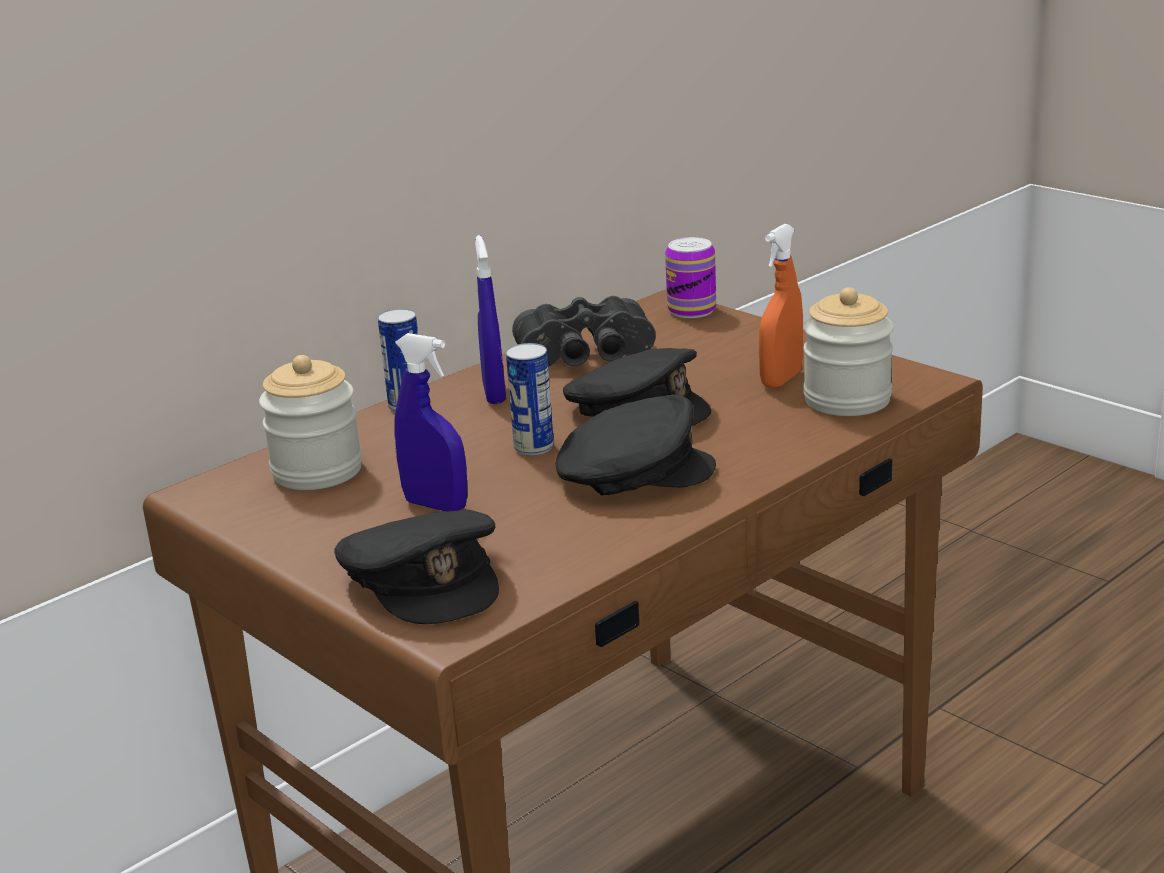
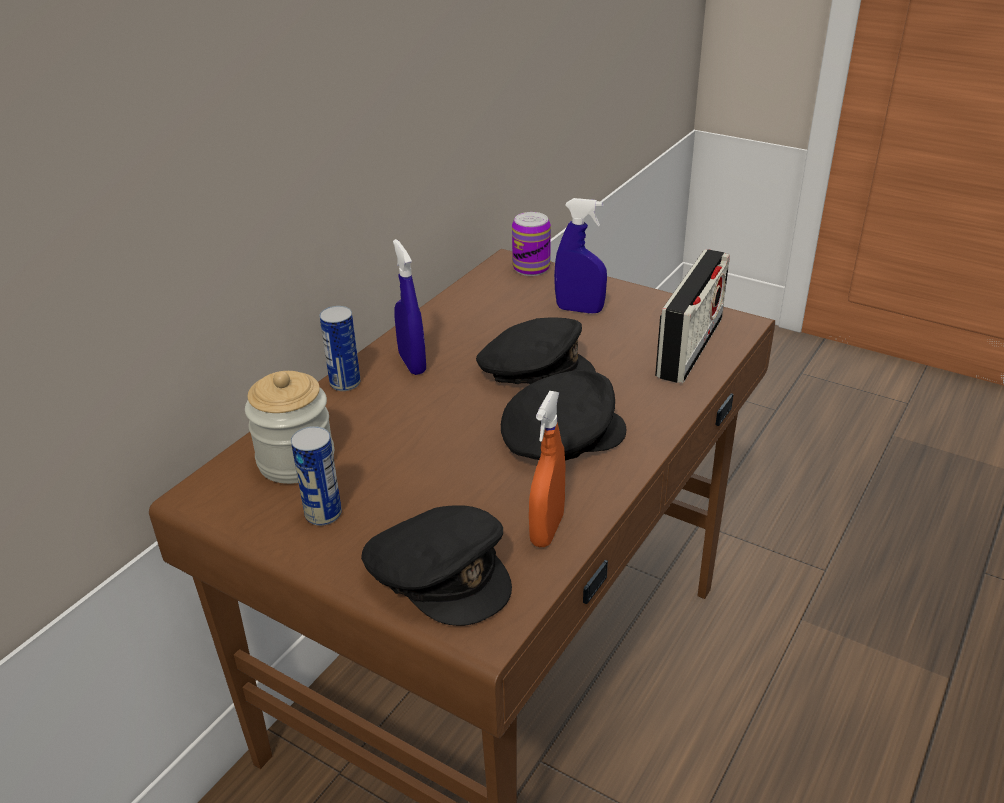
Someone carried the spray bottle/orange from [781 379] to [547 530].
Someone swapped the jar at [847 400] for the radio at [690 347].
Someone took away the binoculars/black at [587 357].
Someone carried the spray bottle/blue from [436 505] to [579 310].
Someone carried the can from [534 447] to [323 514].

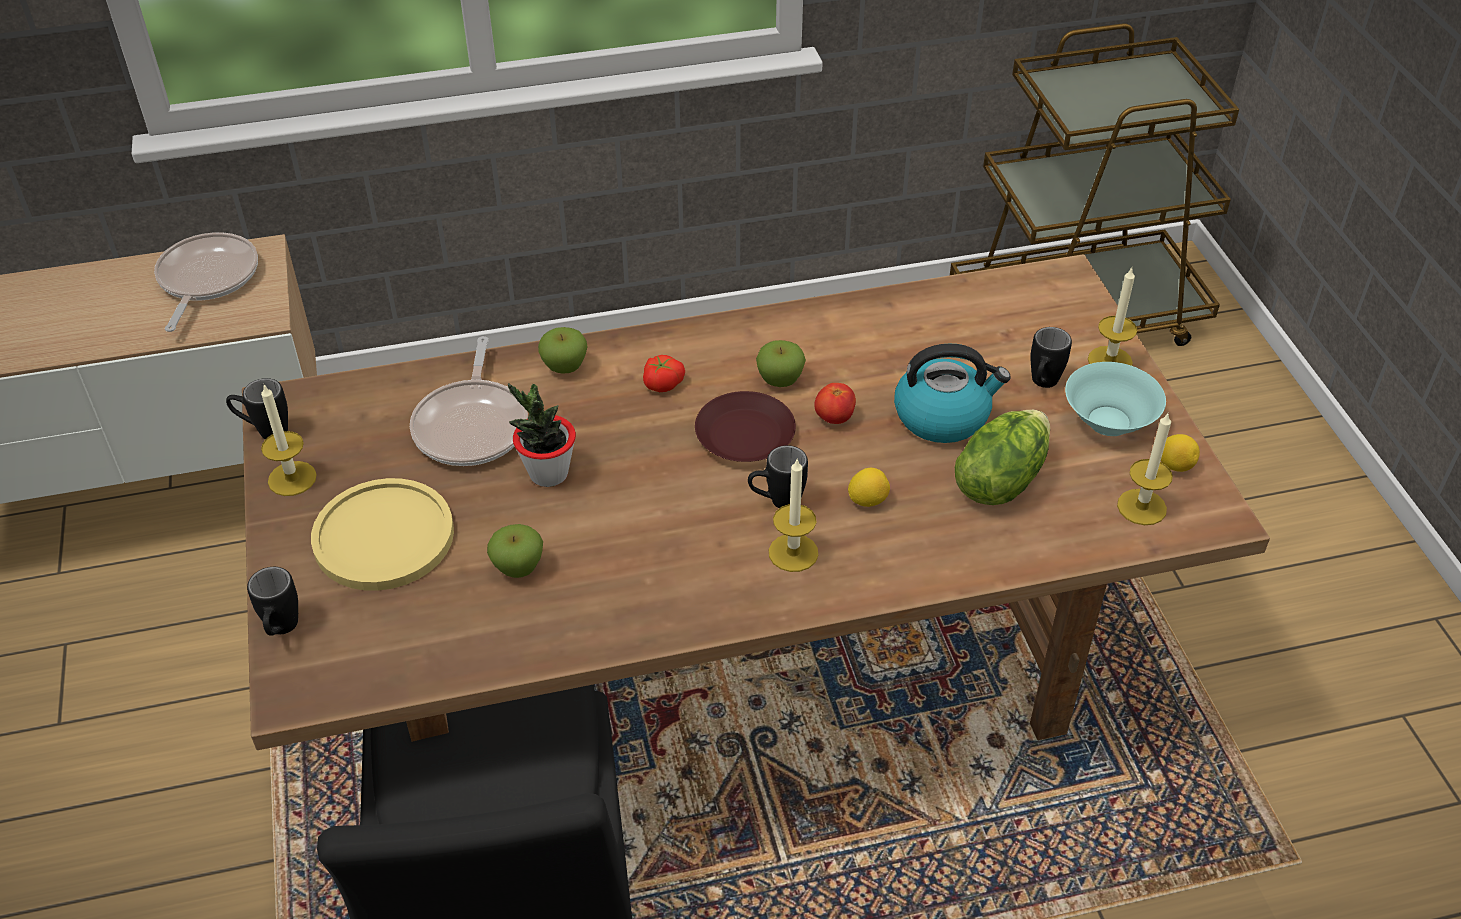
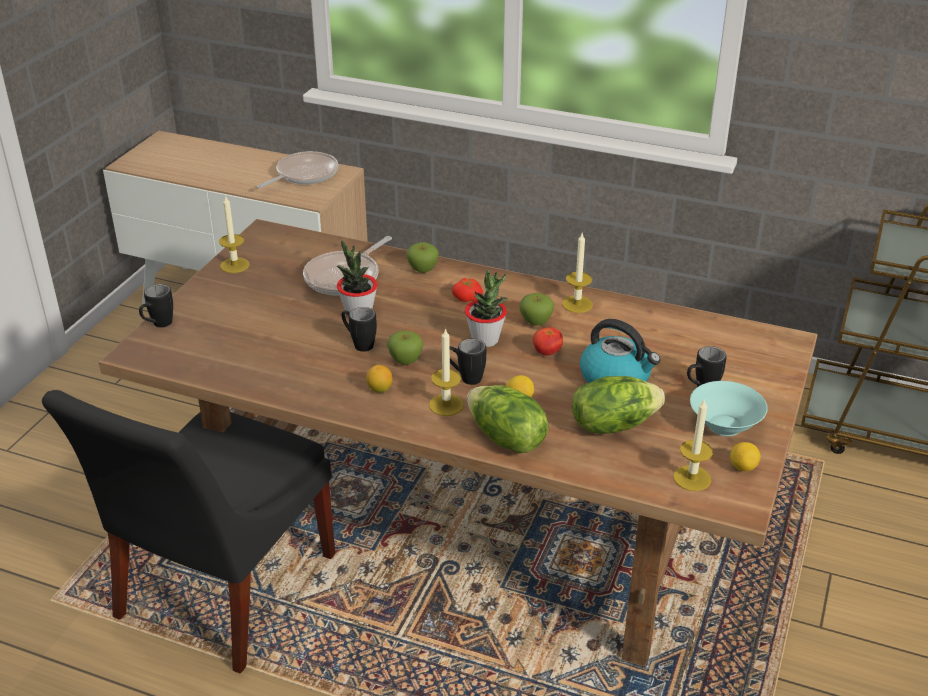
Someone carried the candle from [1110 361] to [577 304].
Someone carried the mug/black from [264 431] to [359 344].
Someone swapped the plate/brown at [746 435] for the potted plant at [485 340].
Someone took away the plate/yellow at [383 537].
Someone carried the apple from [518 568] to [405 361].
Someone put down the lemon at [380 389].
Someone put down the lettuce at [505 439].

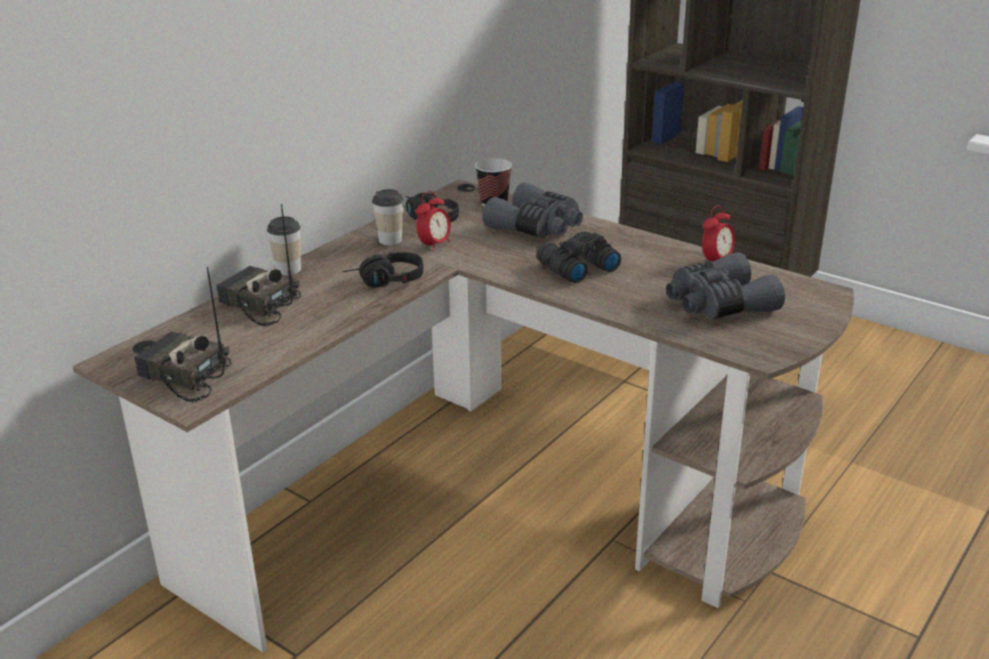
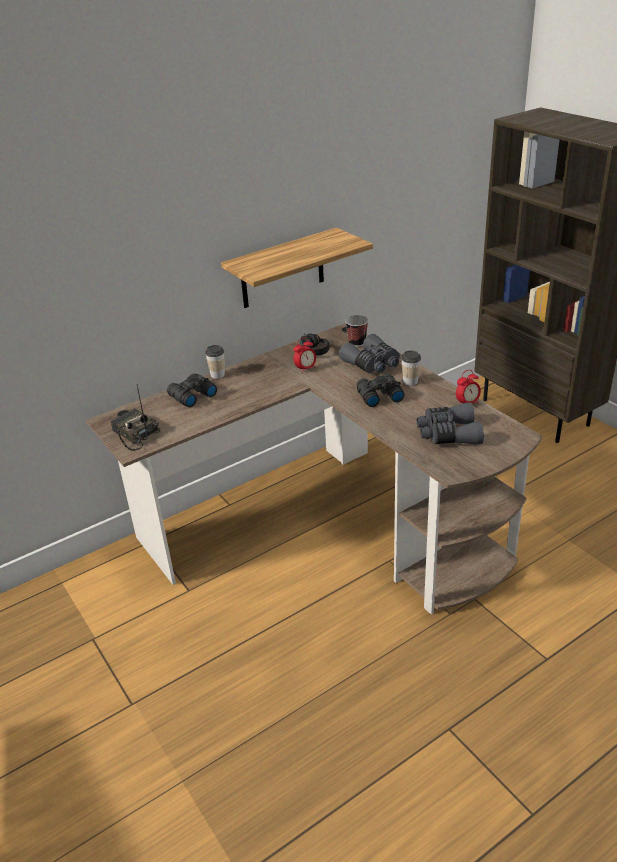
Someone carried the cup from [390 240] to [410 381].
Someone swapped the radio at [259 304] for the binoculars/black at [191 396].
Someone took away the headphones/black at [384 282].
Someone put up the shelf at [282 269].

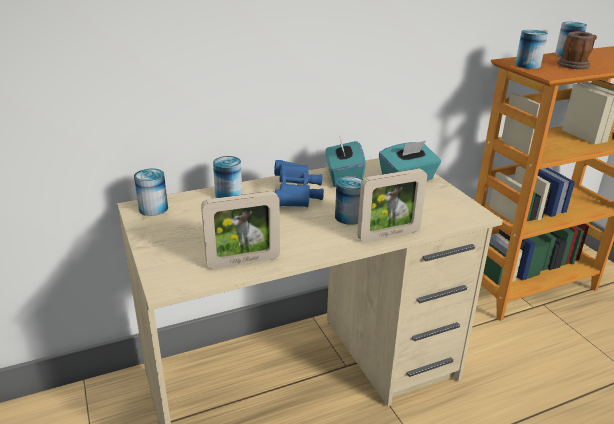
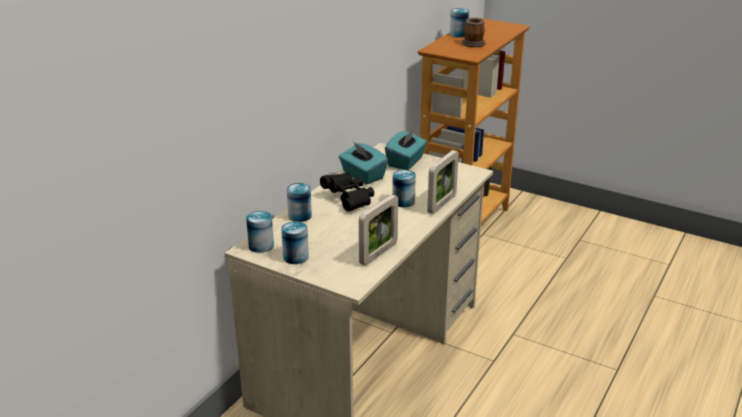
Someone carried the can from [527 65] to [296 257].
Someone repainted the binoculars/blue at [296 196], which became the binoculars/black at [349 200].

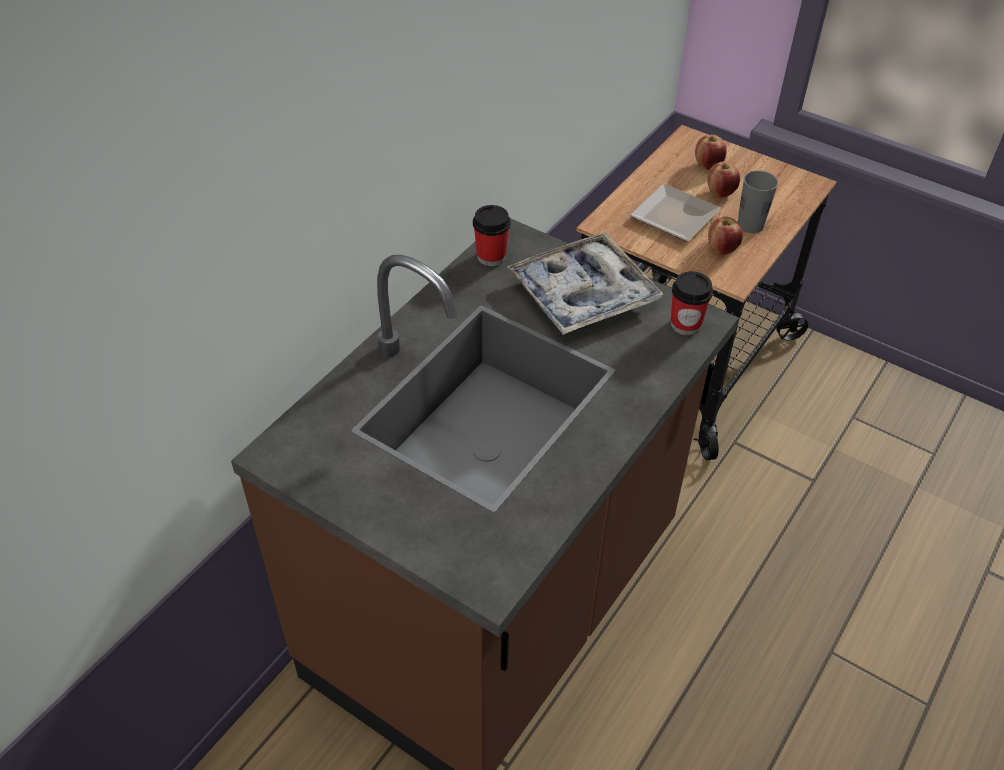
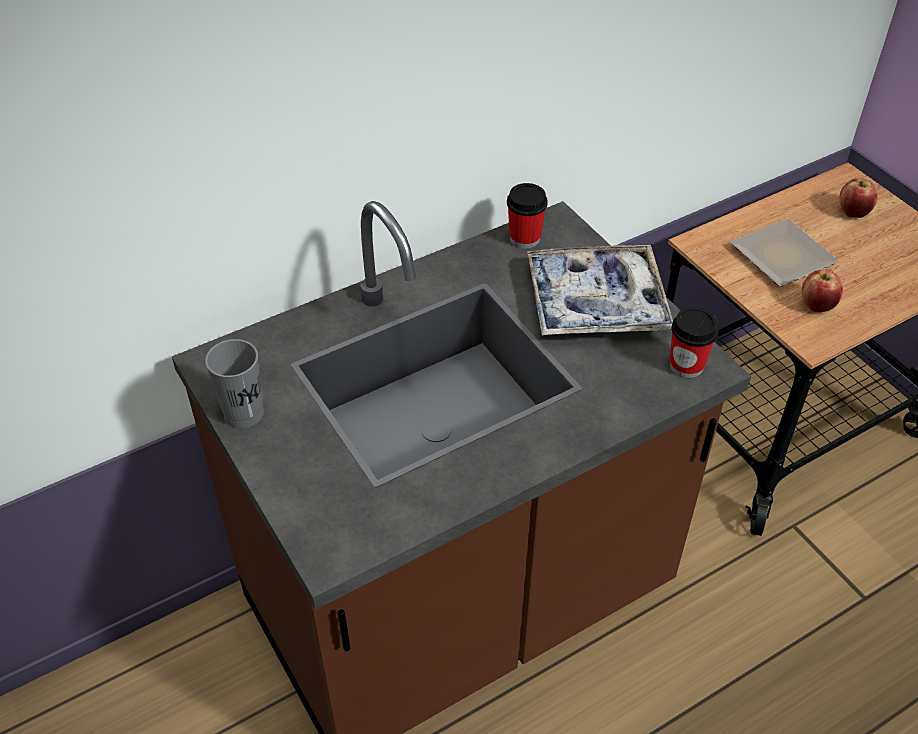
Someone took away the apple at [720 193].
Someone carried the cup/grey from [750 225] to [244 413].

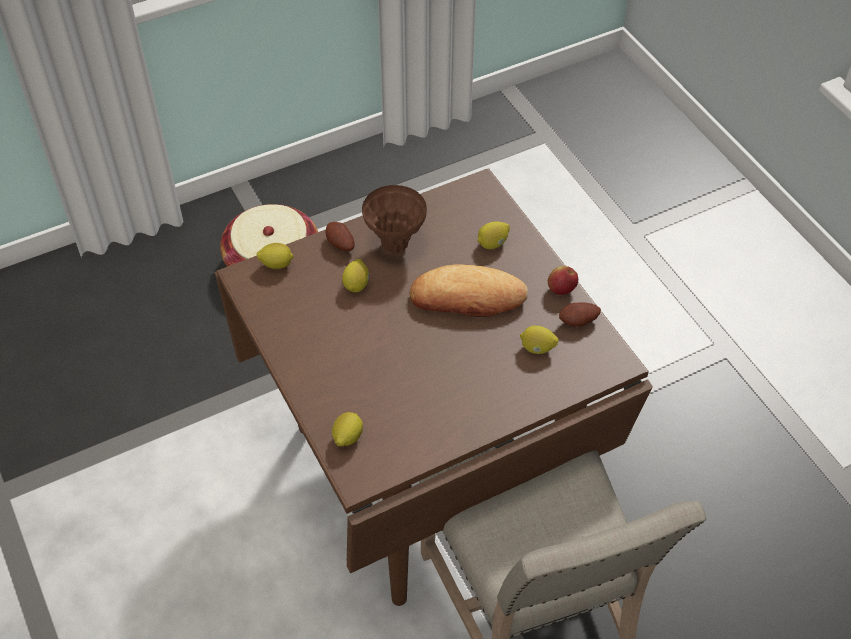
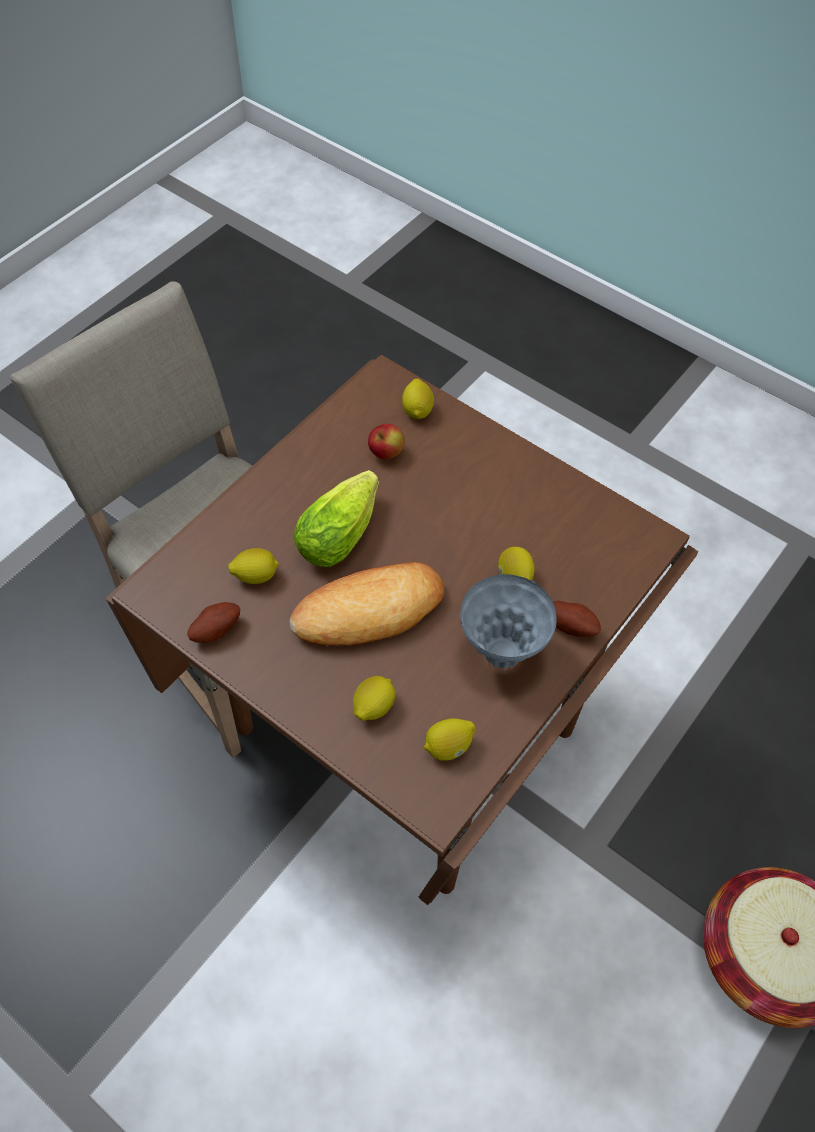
Someone repainted the vase/brown at [395 245], which became the vase/grey at [501 653].
Someone carried the lemon from [277 264] to [448 747].
Someone carried the apple from [561 289] to [386 453].
Someone put down the lettuce at [342 531].

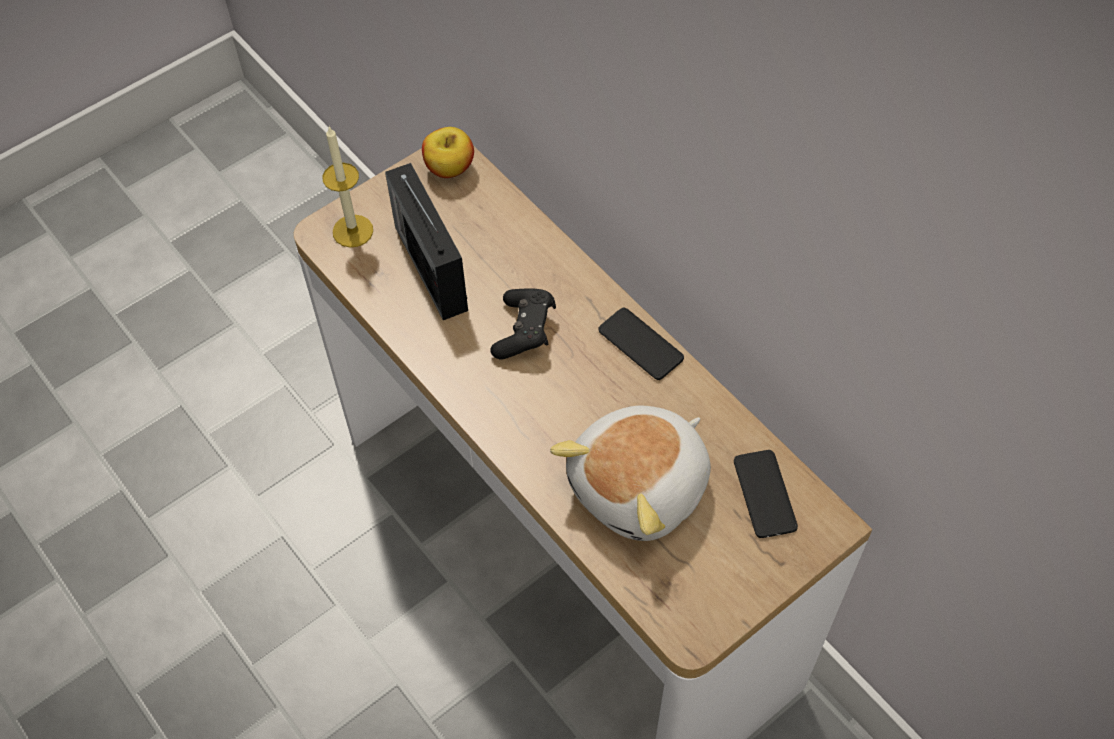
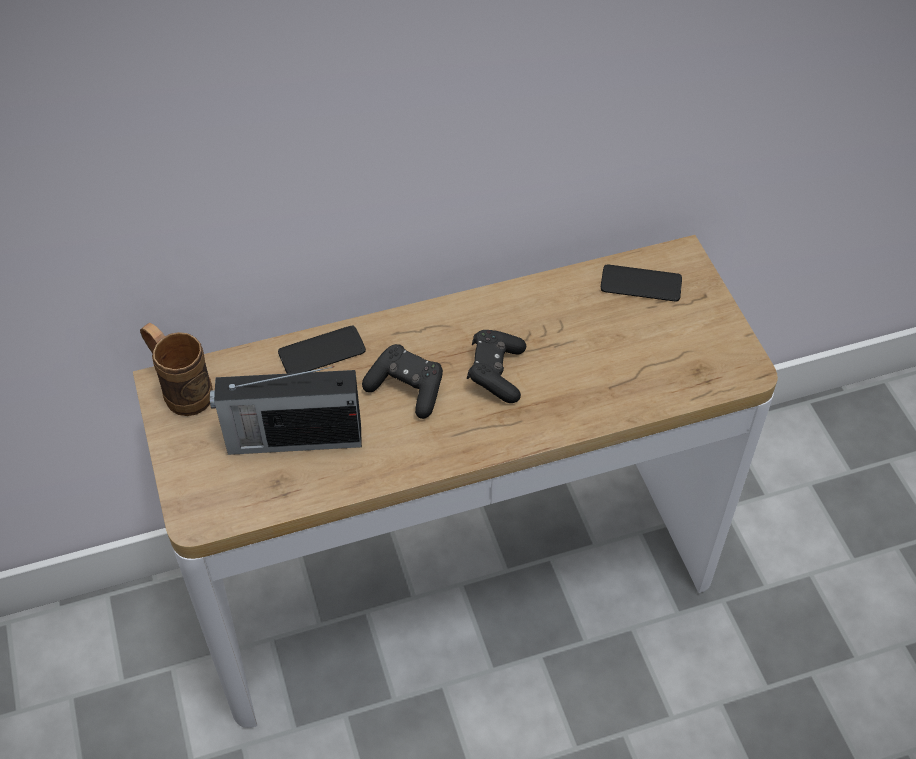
Someone took away the candle at [353 231].
Someone swapped the apple at [449 168] for the mug/brown at [181 390].
Someone carried the phone from [640 344] to [322 352].
Someone took away the plush toy at [641 488].
Someone put down the game controller/black at [496 373].

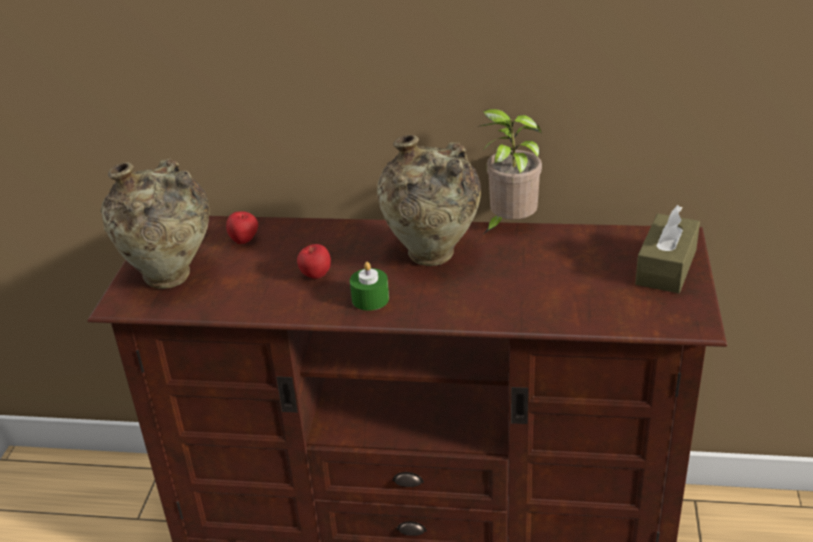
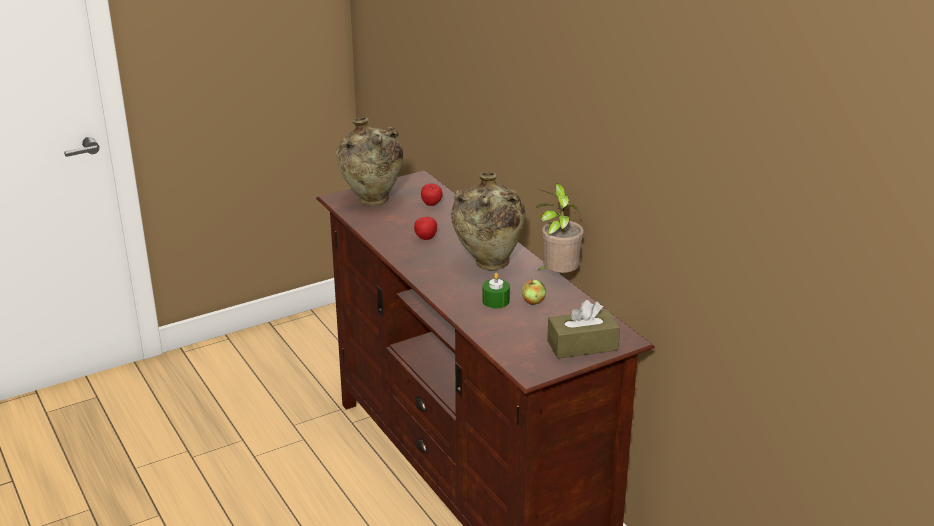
Someone carried the candle/green from [370 299] to [495 301].
Someone put down the apple at [533 301].

